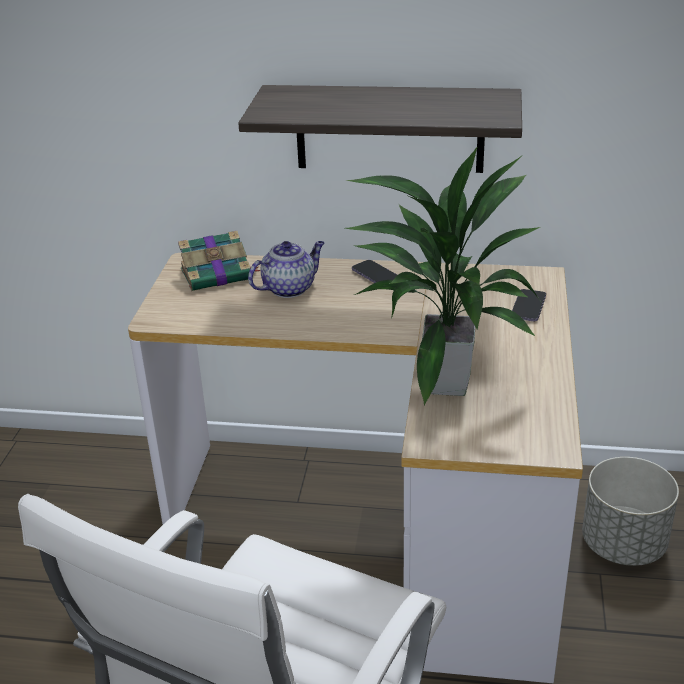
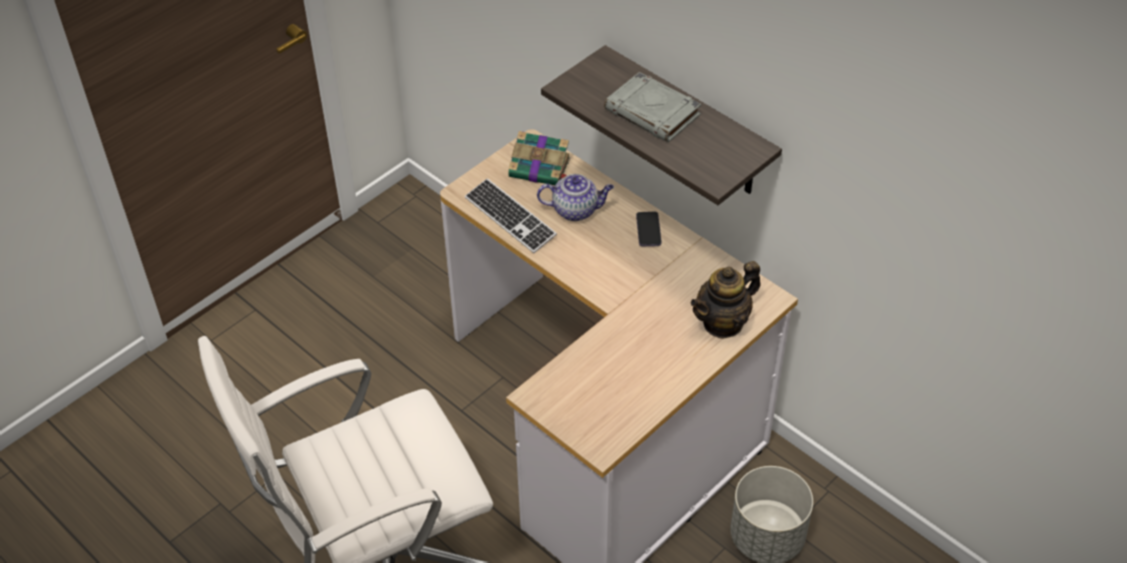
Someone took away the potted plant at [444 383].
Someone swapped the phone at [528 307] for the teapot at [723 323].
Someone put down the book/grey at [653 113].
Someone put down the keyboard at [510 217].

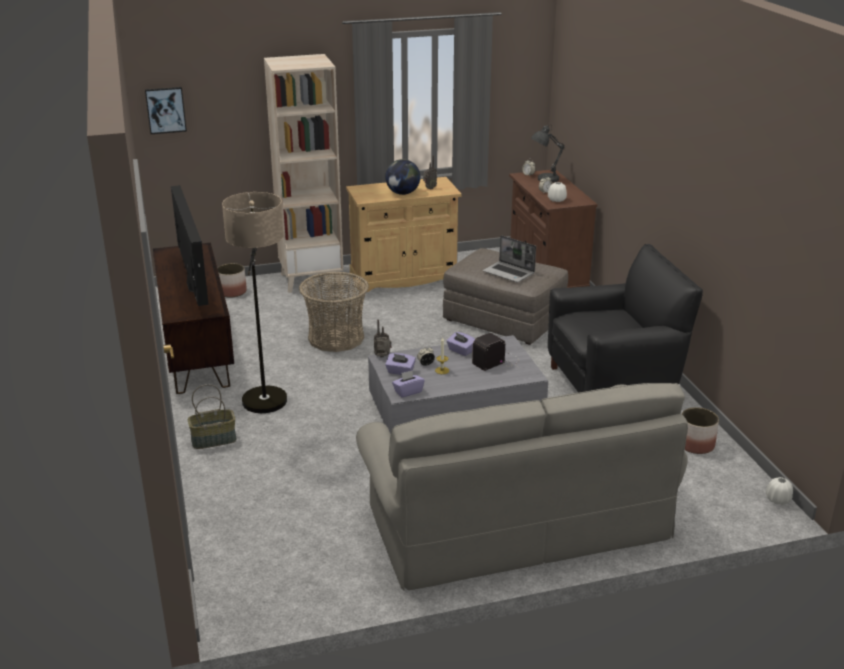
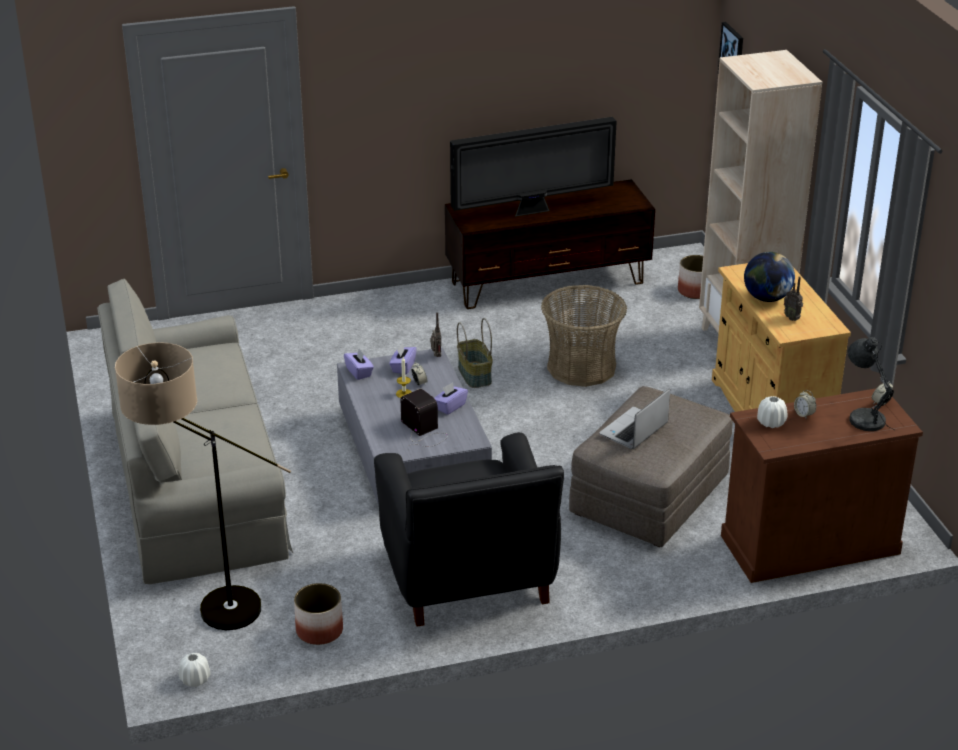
Someone carried the floor lamp from [267 410] to [206 614].
Someone carried the basket from [214 439] to [475 375].

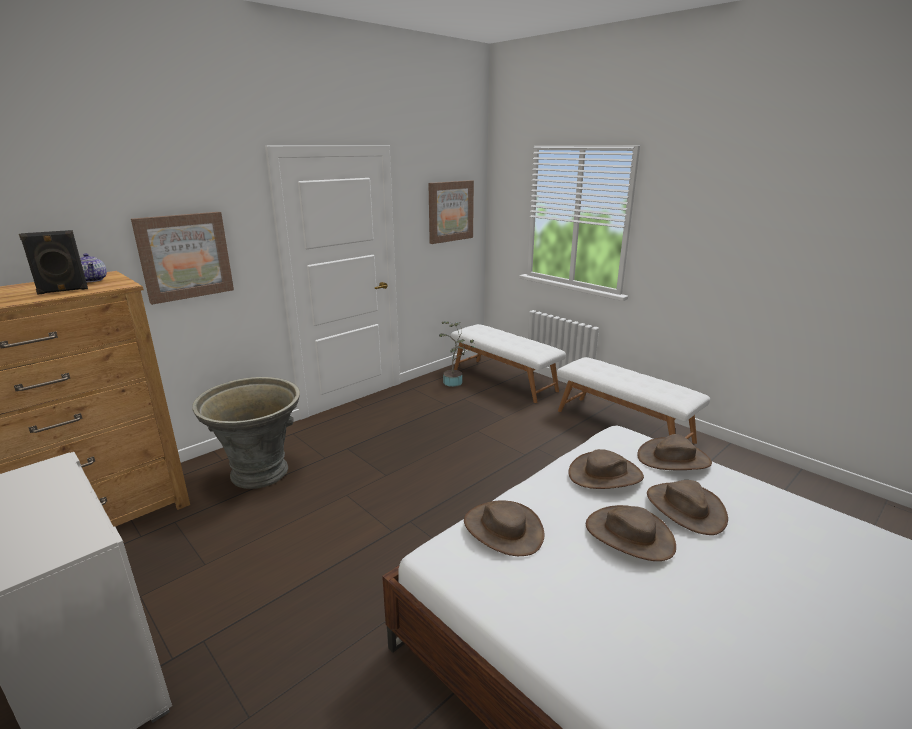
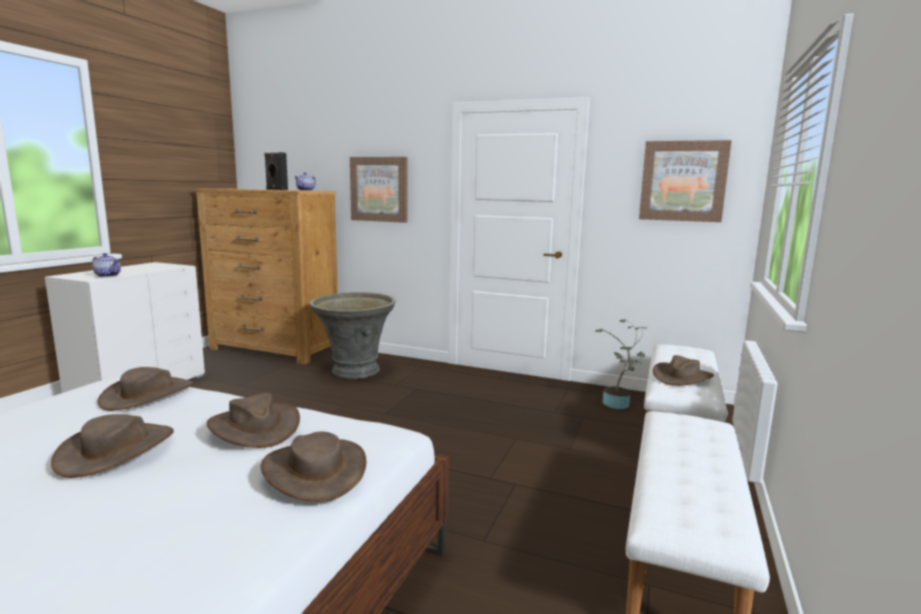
Someone carried the hat/brown from [685 508] to [681 377].
Someone put down the teapot at [108 275].

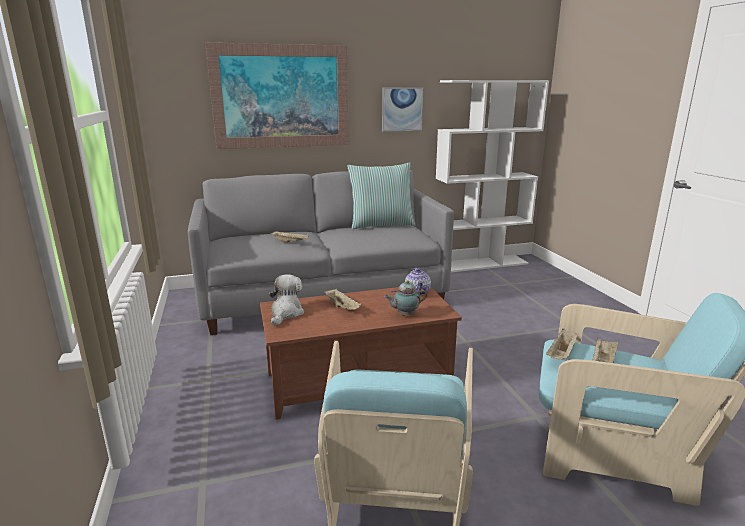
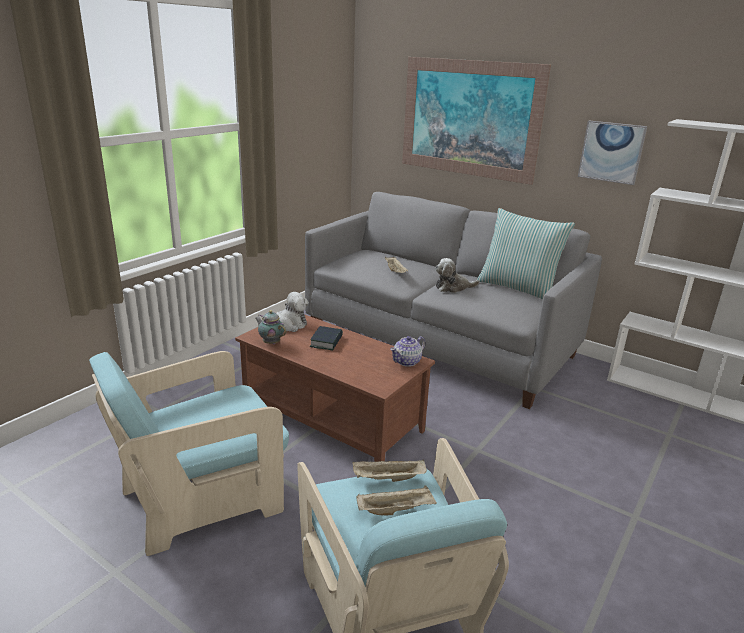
Someone carried the teapot from [404 315] to [270 342].
Someone swapped the tray/beige at [342 307] for the book at [326 342].
Someone put down the plush toy at [453 287].

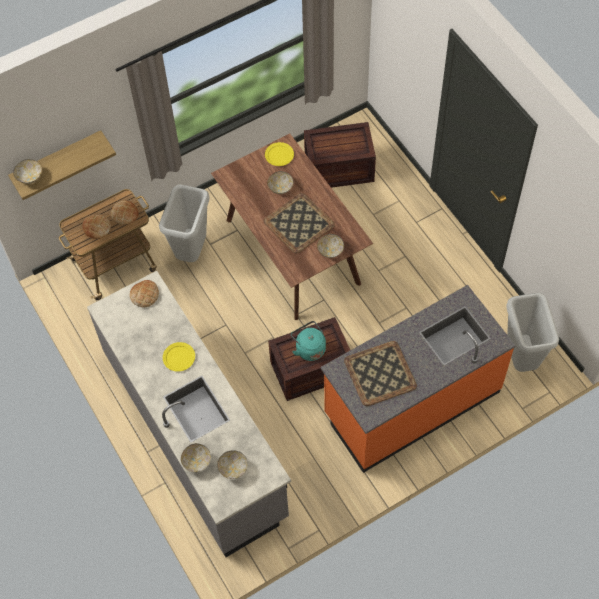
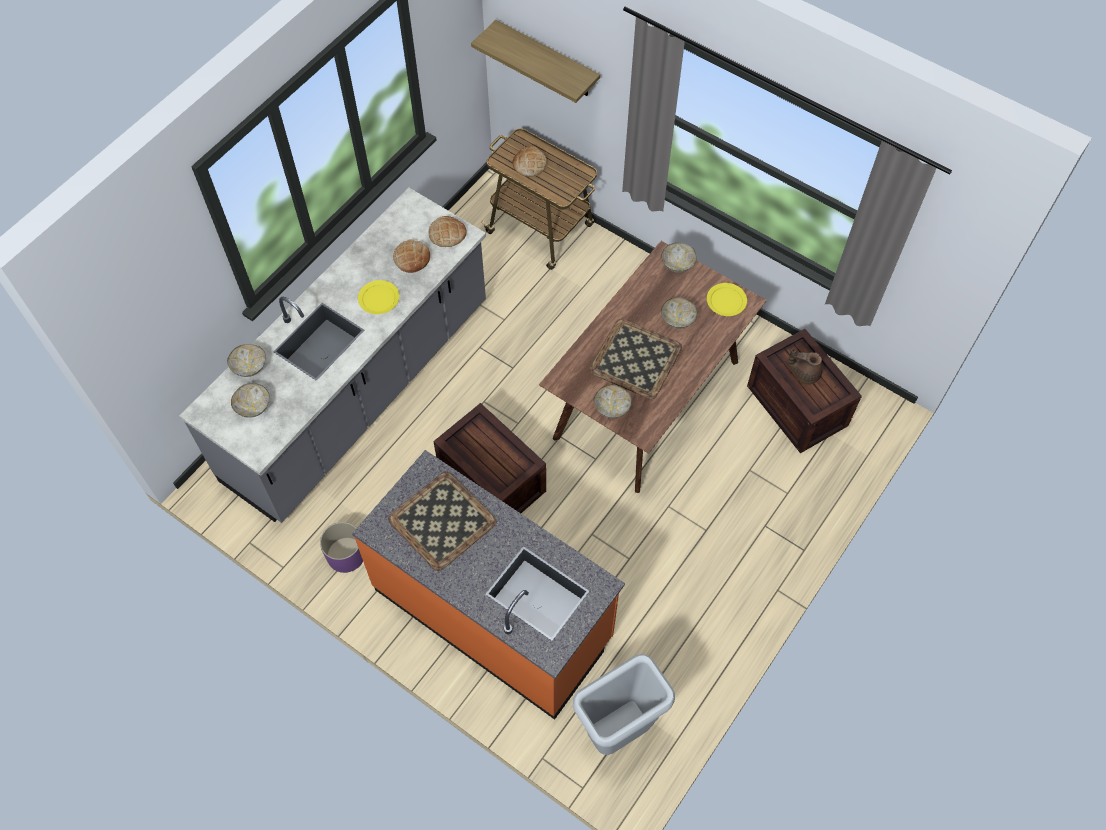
Someone carried the bowl from [30 177] to [677 265].
Someone took away the trash can/grey at [191 251].
Someone carried the bread from [124 214] to [412 258].
Someone took away the kettle/turquoise at [309 348].
Someone put down the teapot/brown at [804 373].
Someone put down the planter/purple at [345 555].

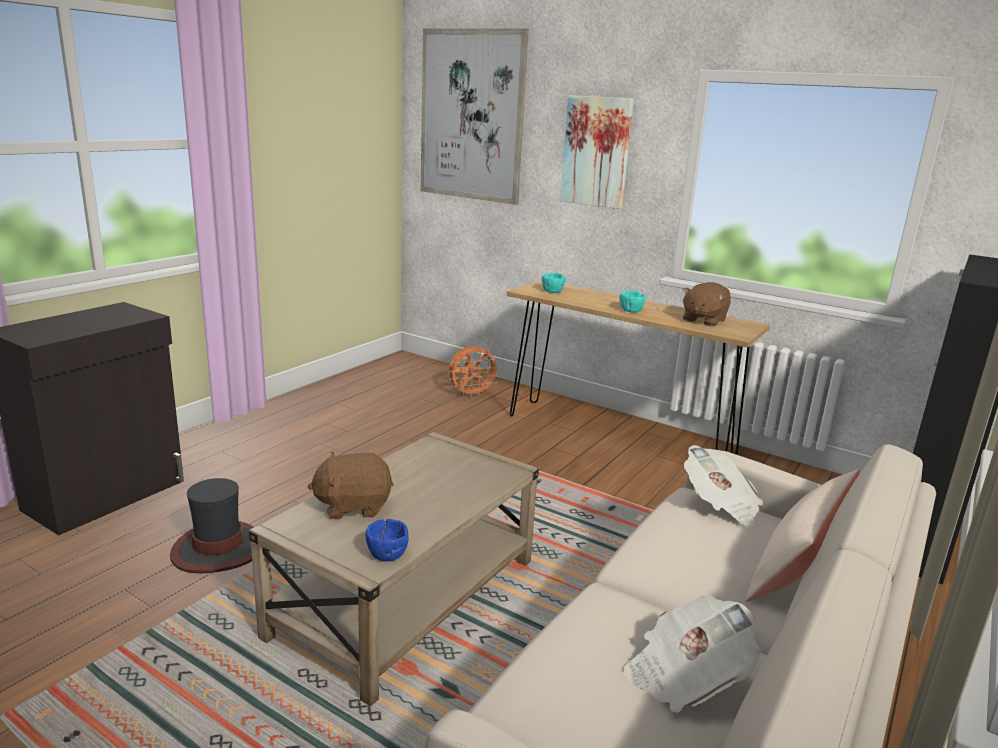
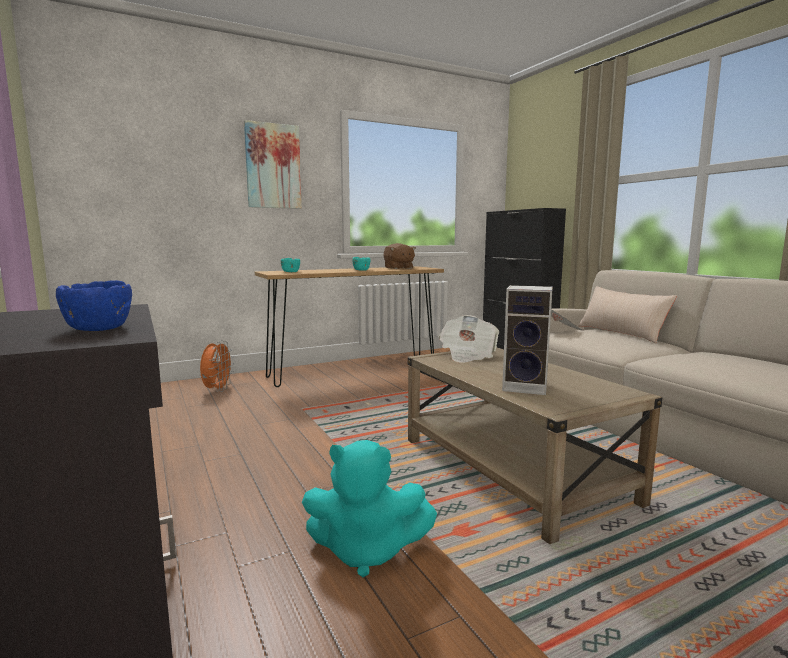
Someone took away the picture at [472 116].
Someone swapped the plush toy/brown at [353 506] for the speaker at [527 387].
Someone swapped the hat at [218 549] for the plush toy/turquoise at [366 551].
Someone carried the bowl/blue from [386 554] to [97 328].
Someone carried the newspaper from [685 676] to [467 355].

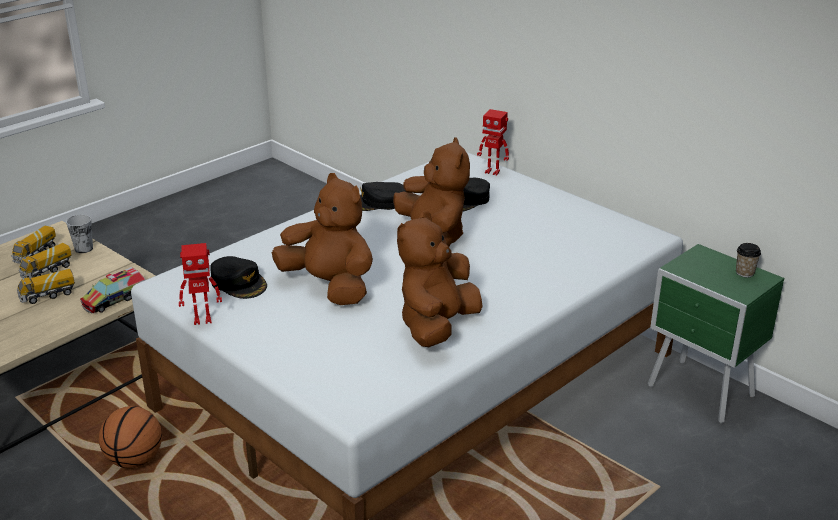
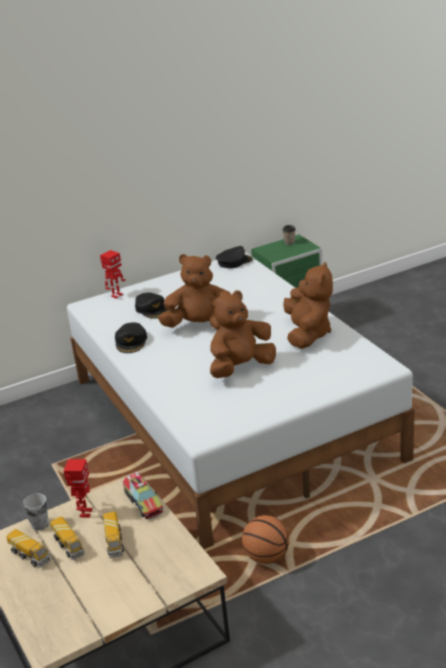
Someone rotated the plush toy/brown at [437 326] by 135 degrees counterclockwise.
Someone carried the toy robot from [202 319] to [85 513].
Someone carried the cap/black from [239 283] to [234 261].

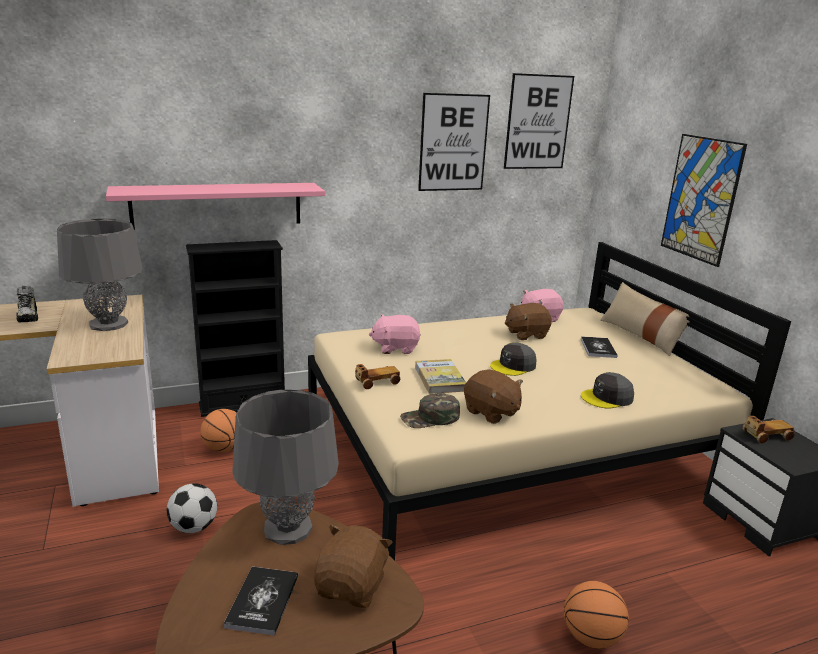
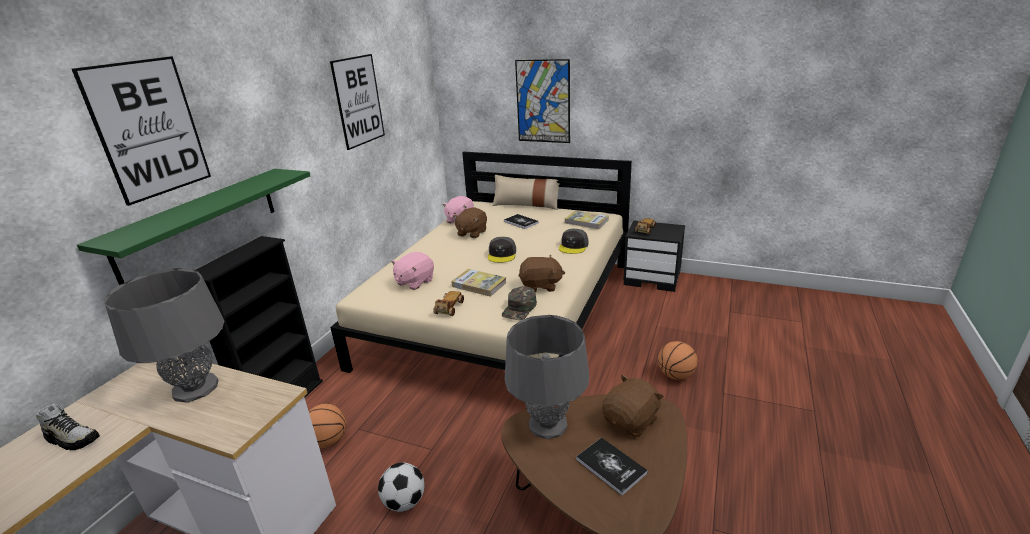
Someone carried the picture from [538 122] to [149 129].
Someone repainted the shelf/pink at [217 205], which became the shelf/green at [199 222].
Someone rotated the plush toy/brown at [352 587] by 75 degrees clockwise.
Someone put down the book at [586 222].

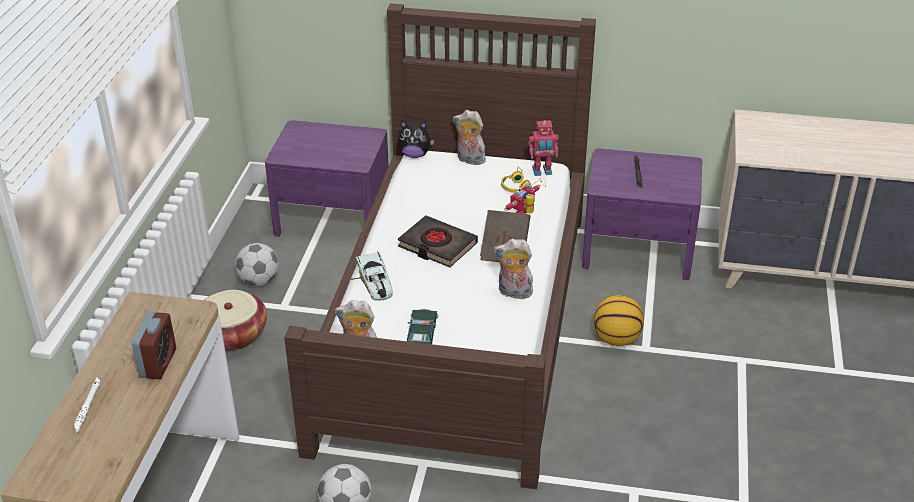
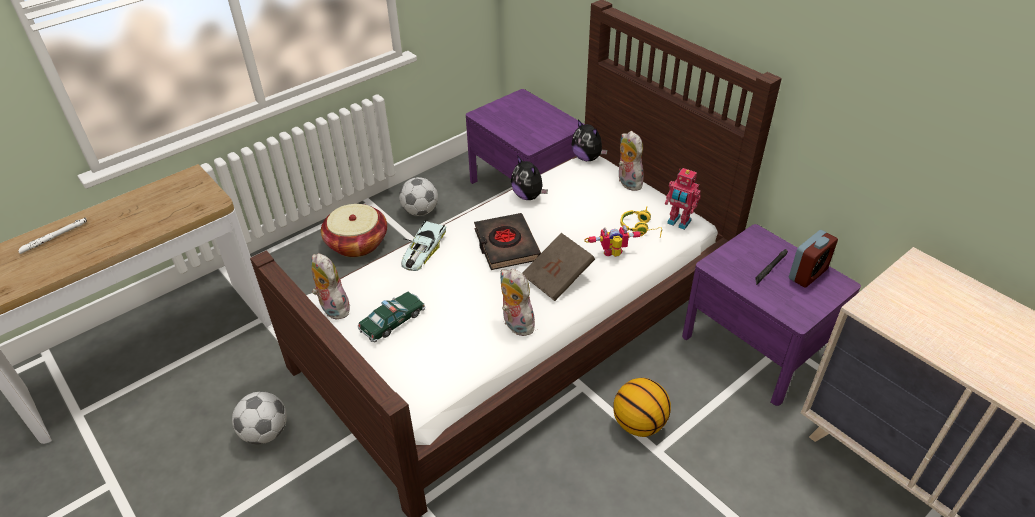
Someone carried the alarm clock from [158 363] to [807 274].
Someone put down the plush toy at [528 196].

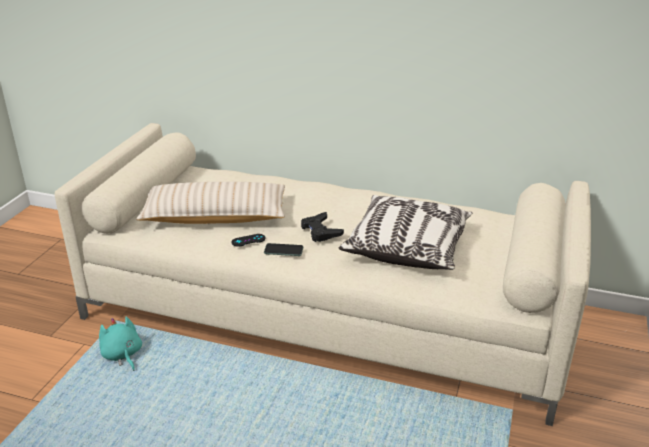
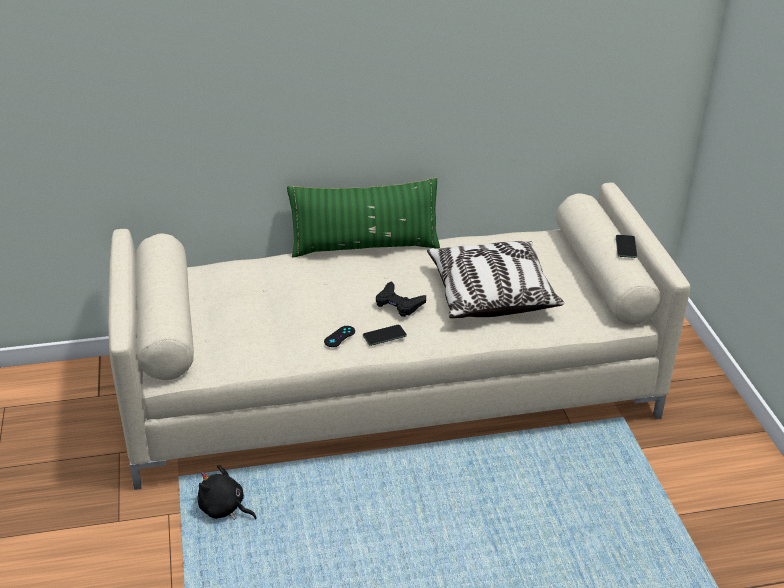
Someone took away the pillow/beige at [215 216].
Someone repainted the plush toy/turquoise at [122 355], which became the plush toy/black at [224 509].
Someone put down the pillow/green at [364 246].
Someone put down the phone at [626 247].

